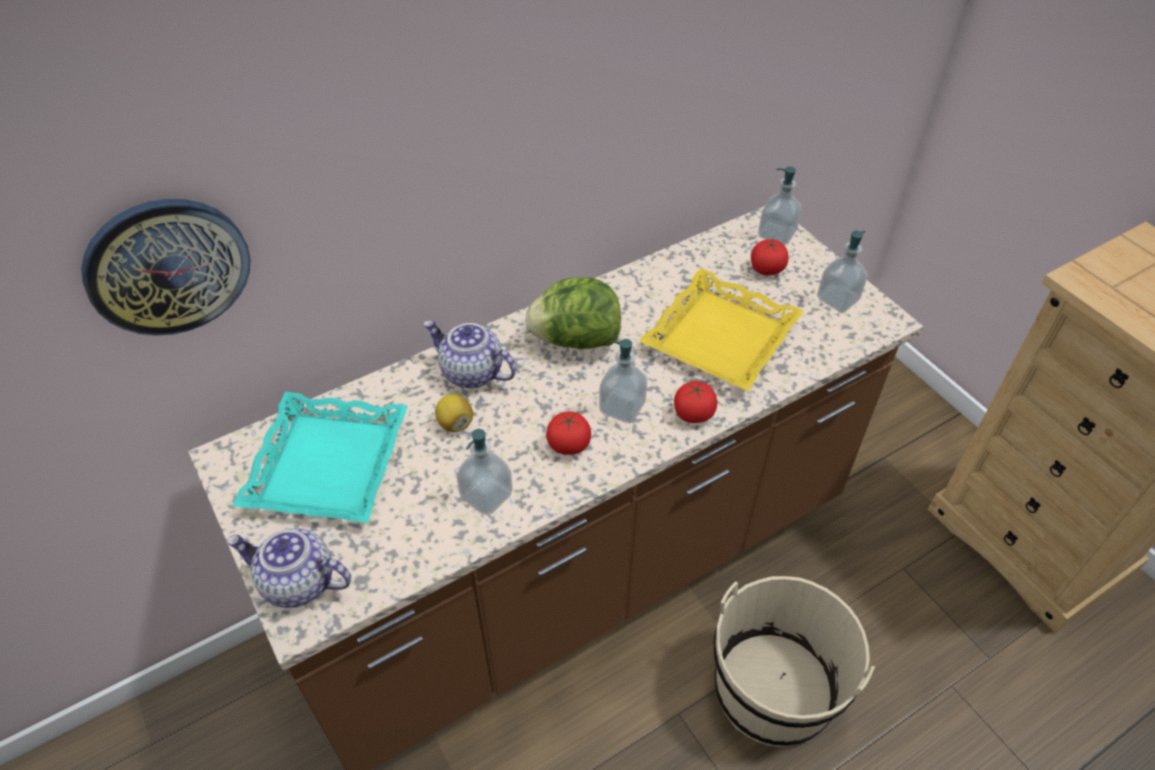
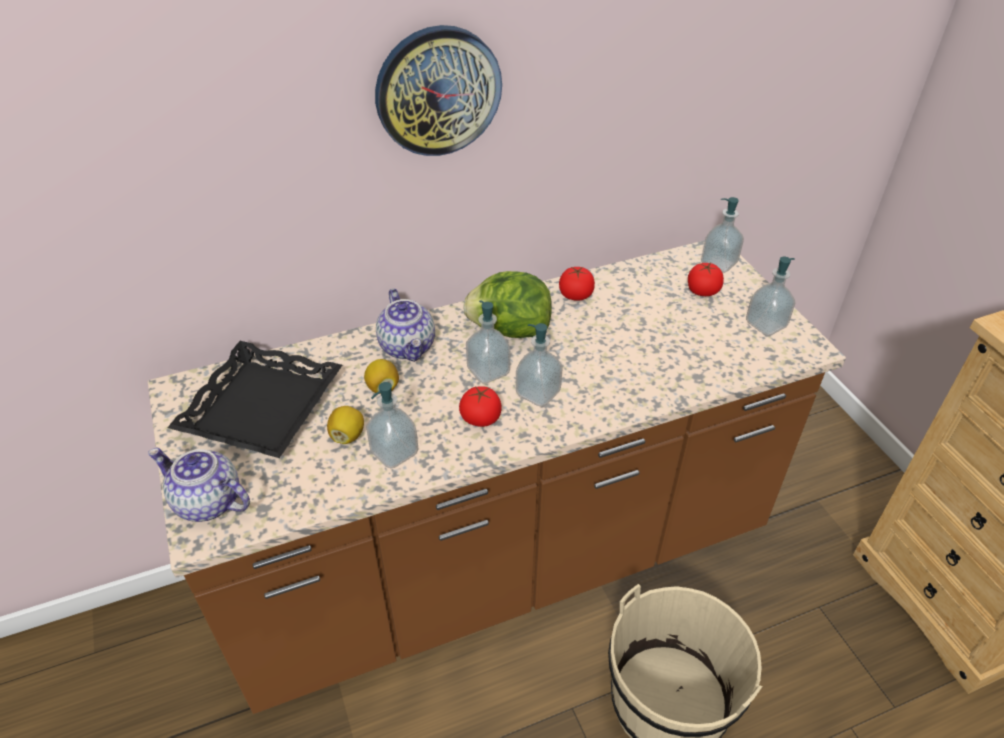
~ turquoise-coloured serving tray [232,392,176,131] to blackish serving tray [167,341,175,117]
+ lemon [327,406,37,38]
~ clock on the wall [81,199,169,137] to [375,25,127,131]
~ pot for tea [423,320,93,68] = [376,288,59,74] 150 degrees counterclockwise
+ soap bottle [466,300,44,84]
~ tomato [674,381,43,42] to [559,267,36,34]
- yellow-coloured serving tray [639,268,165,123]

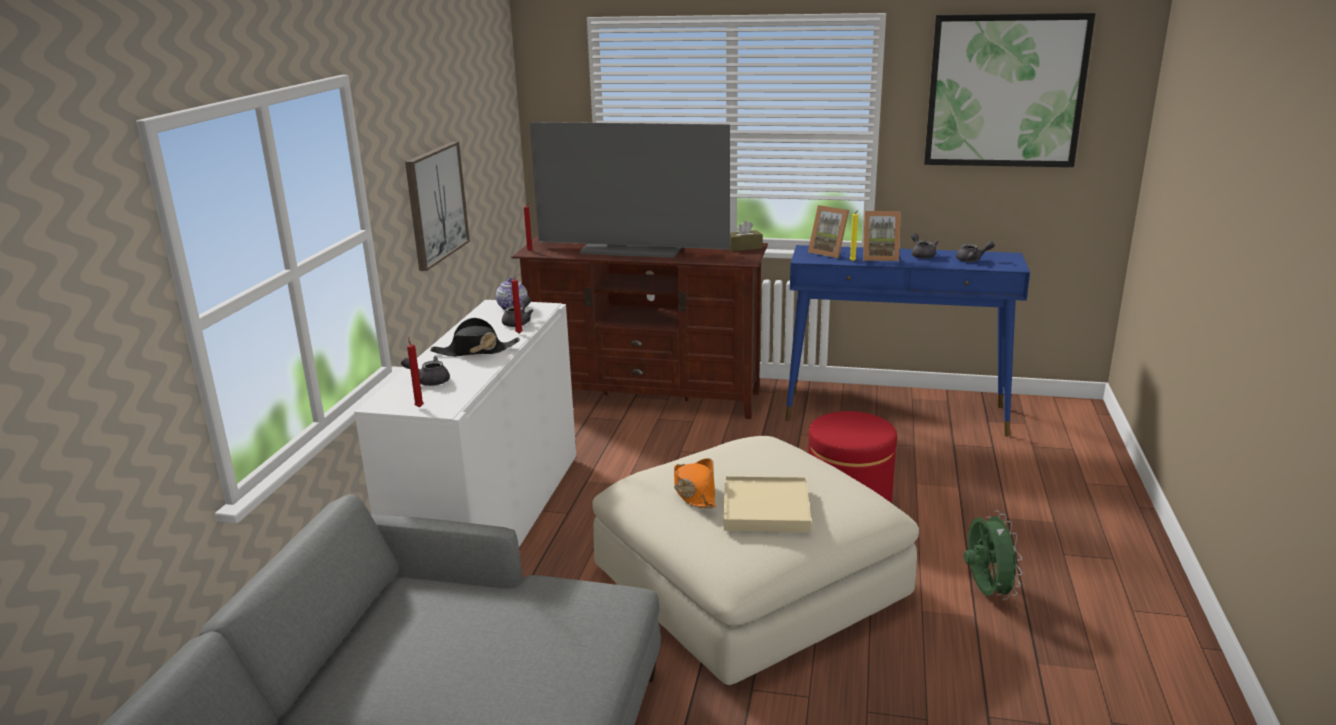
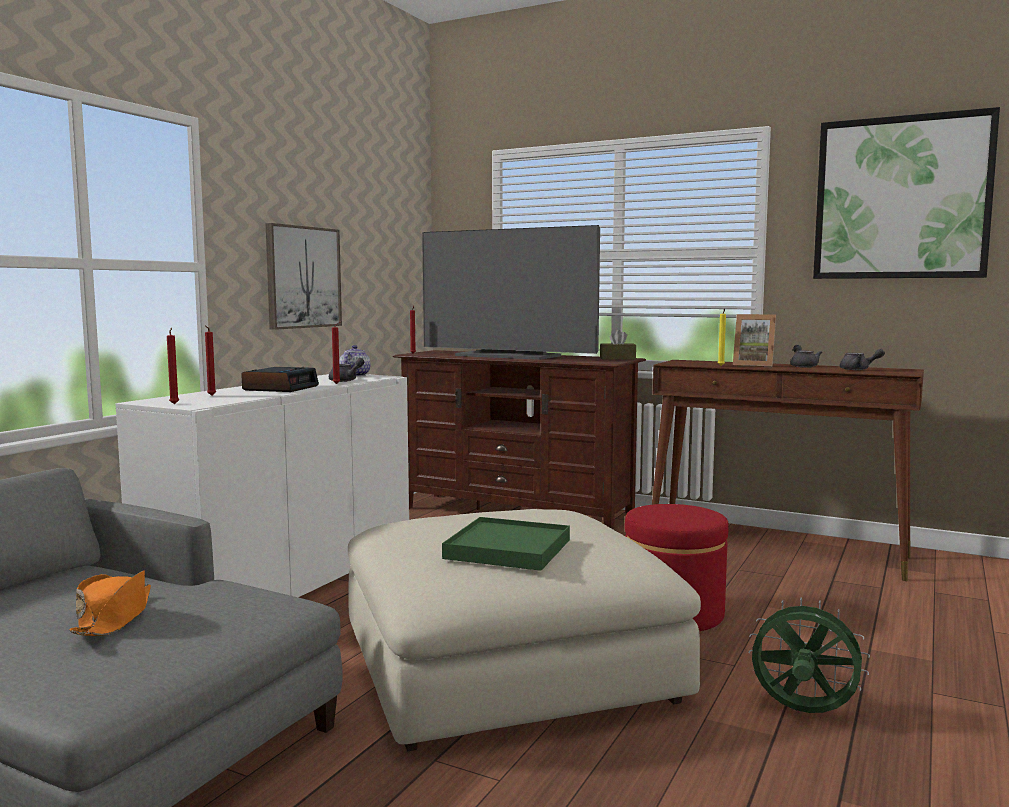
~ orange clothing hat [674,458,42,50] to [70,570,81,66]
~ gray pot for tea [401,356,49,30] to red candle [205,325,11,71]
~ blackish clothing hat [430,318,90,39] to alarm clock [241,367,78,25]
~ beige serving tray [724,476,87,56] to greenish serving tray [442,517,128,54]
~ blue-coloured console table [785,245,245,192] to brown console table [652,360,272,221]
~ greenish fan [964,511,59,89] = [748,597,122,116] 75 degrees counterclockwise
- picture frame [808,205,41,53]

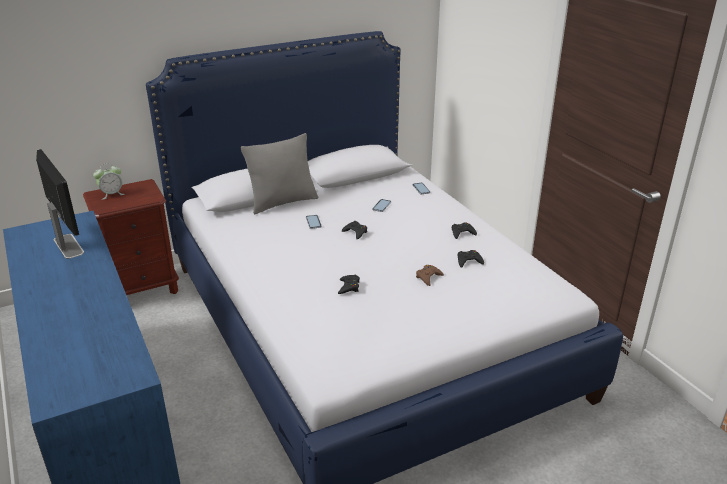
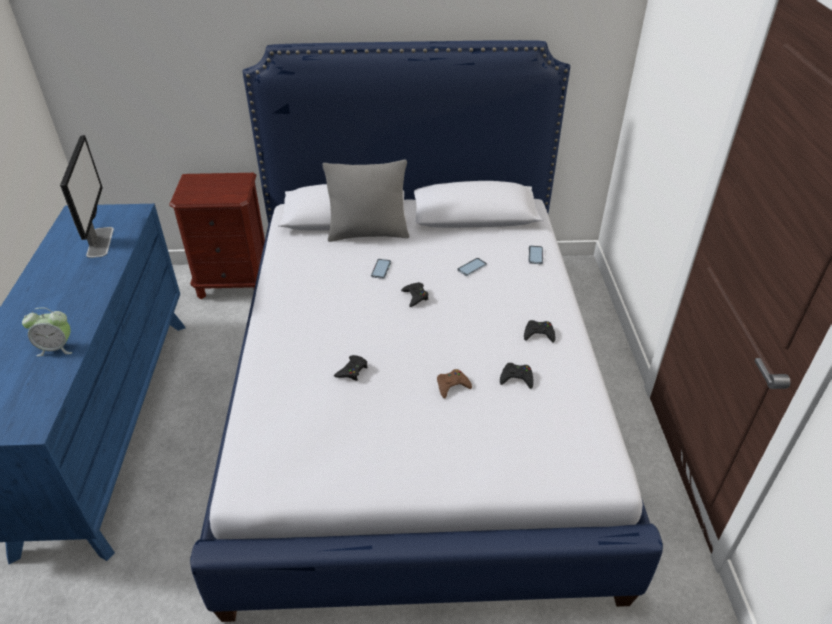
~ alarm clock [93,163,31,37] to [22,307,50,49]

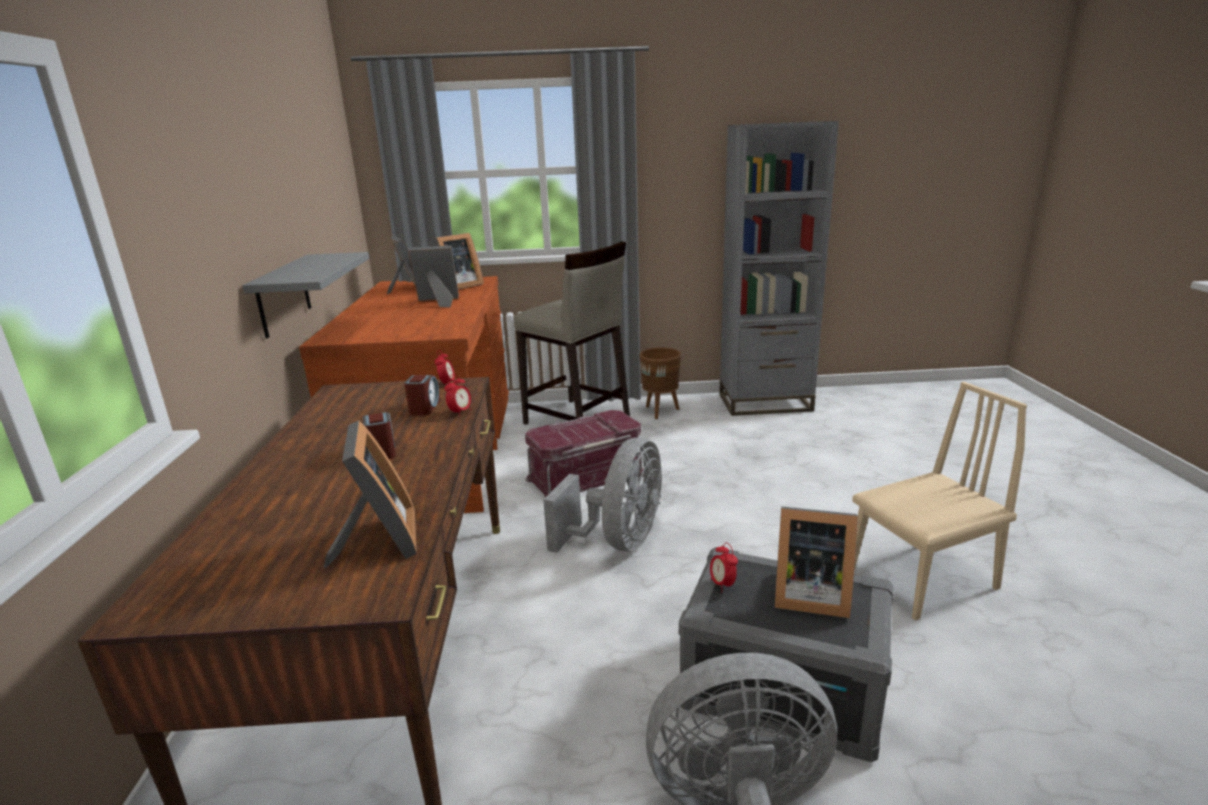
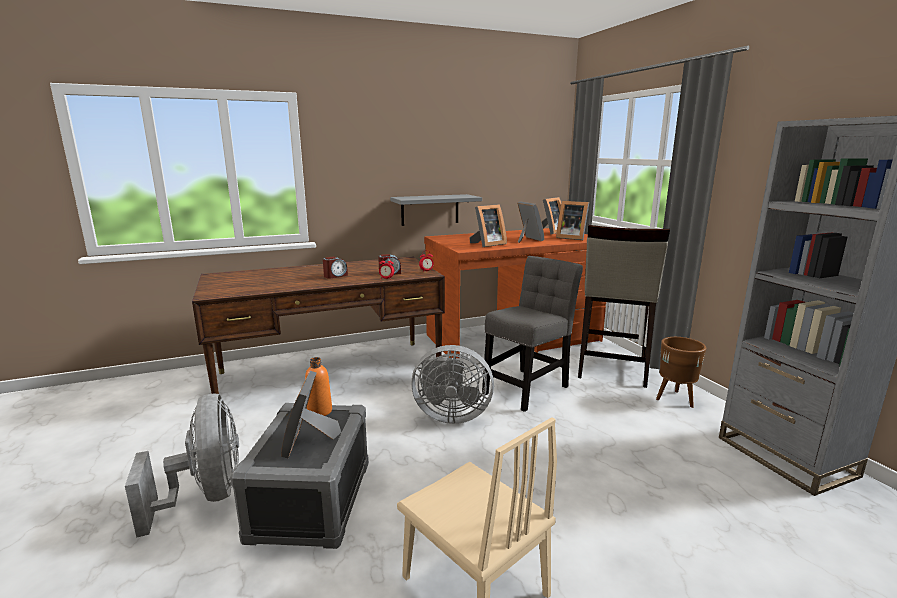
~ alarm clock [710,542,28,50] to orange bottle [305,357,27,59]
~ picture frame [324,420,93,148] to [469,204,38,43]
~ red storage box [525,410,119,88] to gray chair [482,256,101,156]

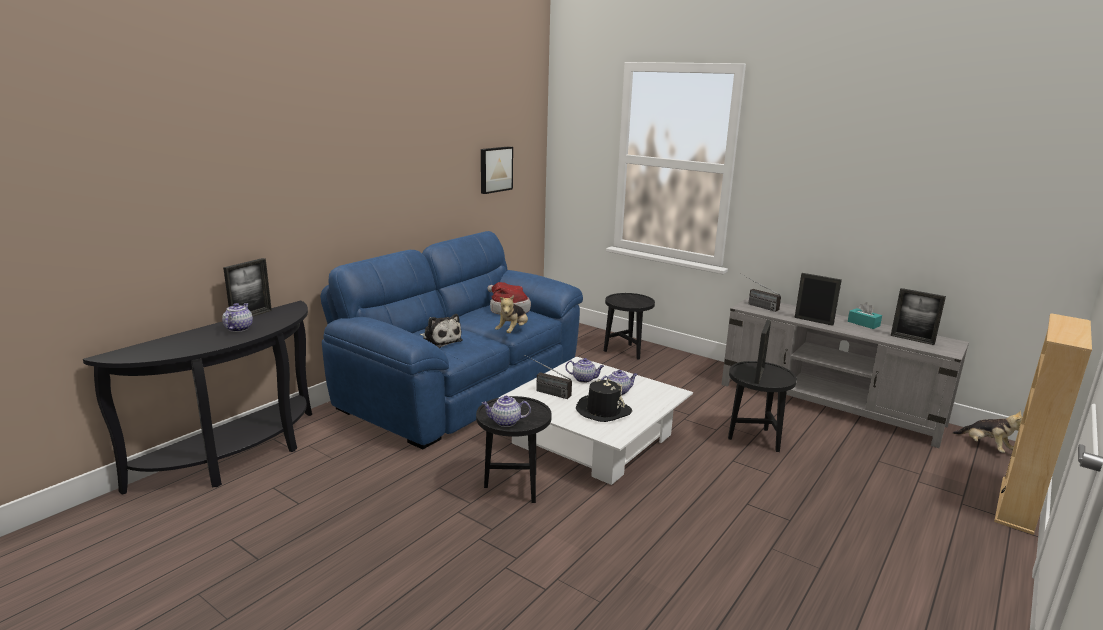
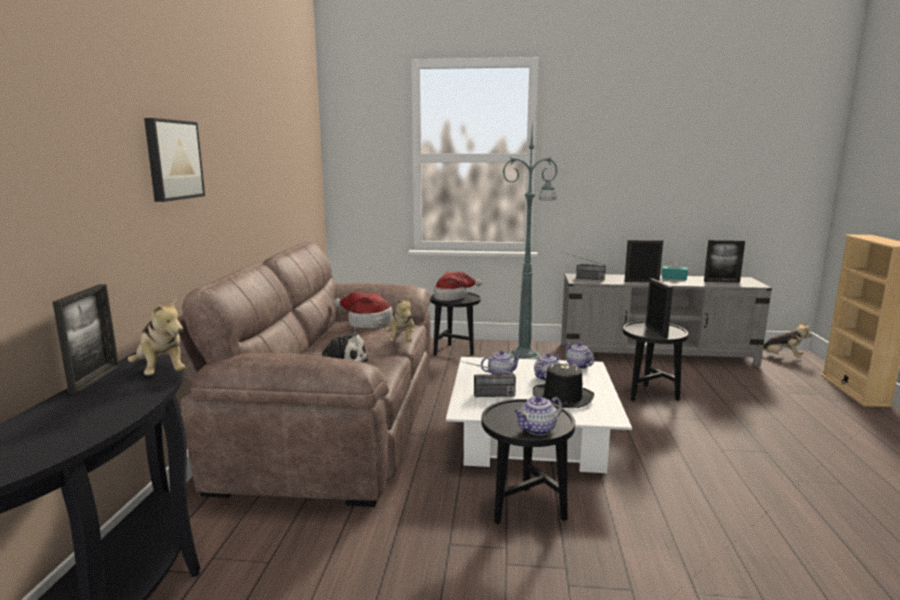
+ cuddly toy [128,297,57,78]
~ picture [481,146,32,48] to [144,118,61,84]
~ blue-coloured couch [320,231,263,219] to brown couch [178,241,253,266]
+ clothing hat [434,271,48,30]
+ greenish floor lamp [503,125,55,234]
~ pot for tea [222,303,31,29] to [566,343,28,26]

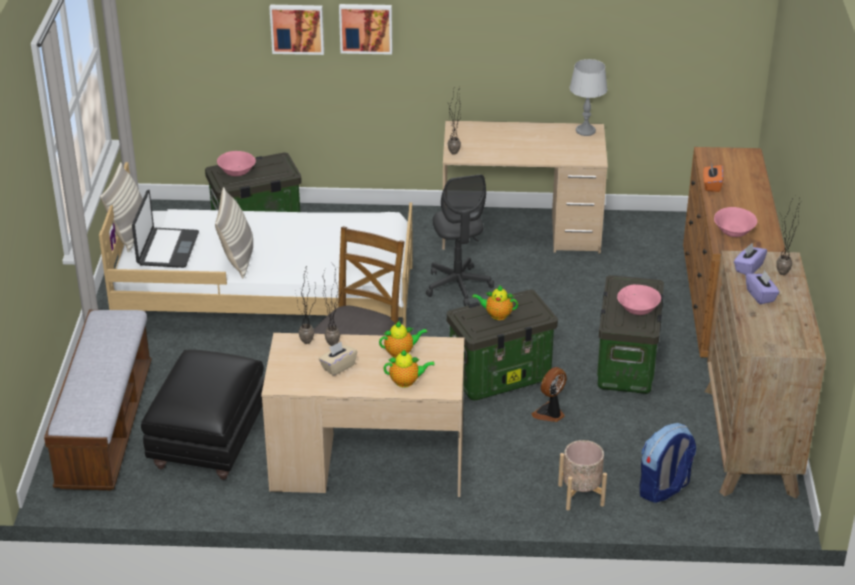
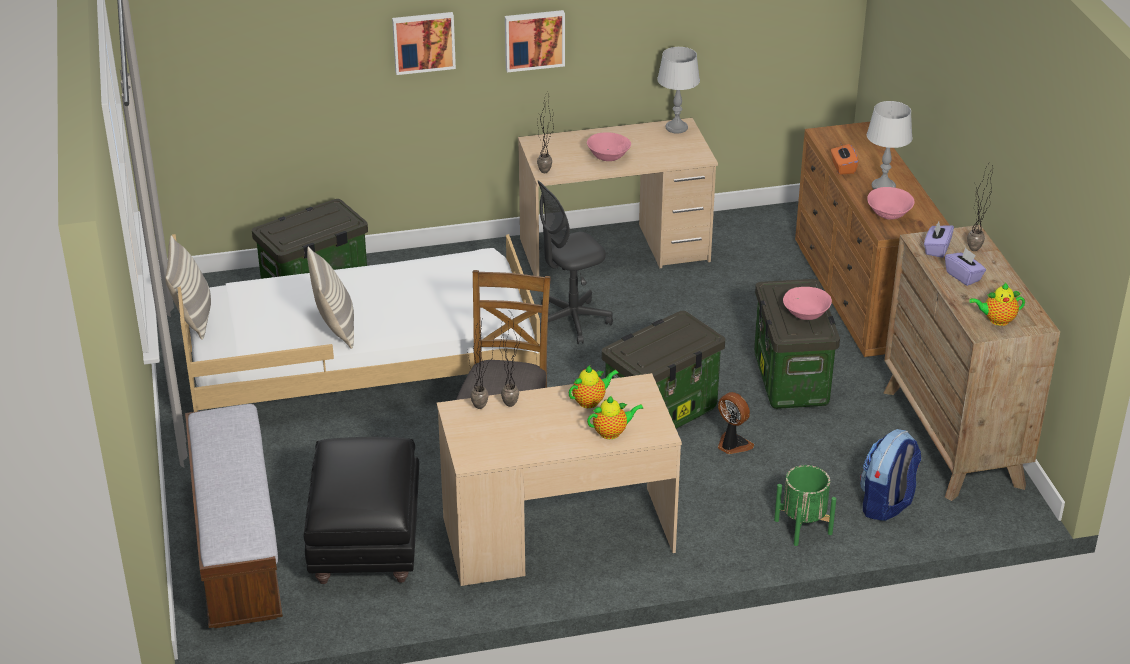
~ picture [269,5,55,50] to [505,10,60,62]
~ gray office chair [426,175,68,131] = [538,180,75,164] 90 degrees clockwise
~ pink-coloured bowl [217,151,39,25] to [587,132,44,29]
~ fan [532,367,35,55] = [717,392,37,62] 105 degrees clockwise
~ beige planter [558,440,49,70] to greenish planter [774,465,62,81]
+ gray table lamp [867,101,46,88]
~ pot for tea [472,285,46,35] to [969,283,56,43]
- portable computer [132,190,67,78]
- beige tissue holder [319,342,38,34]

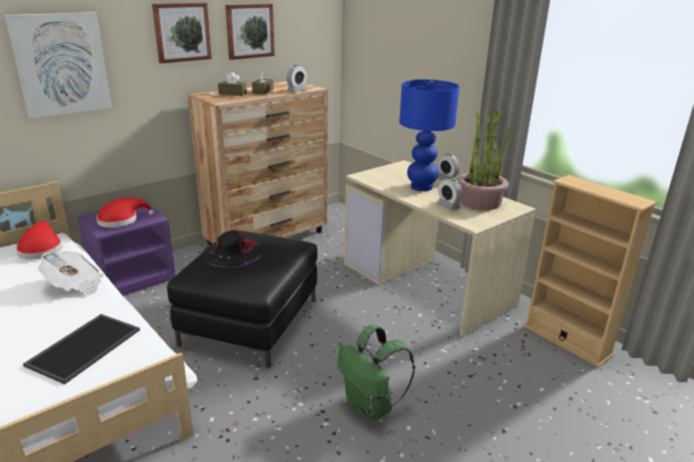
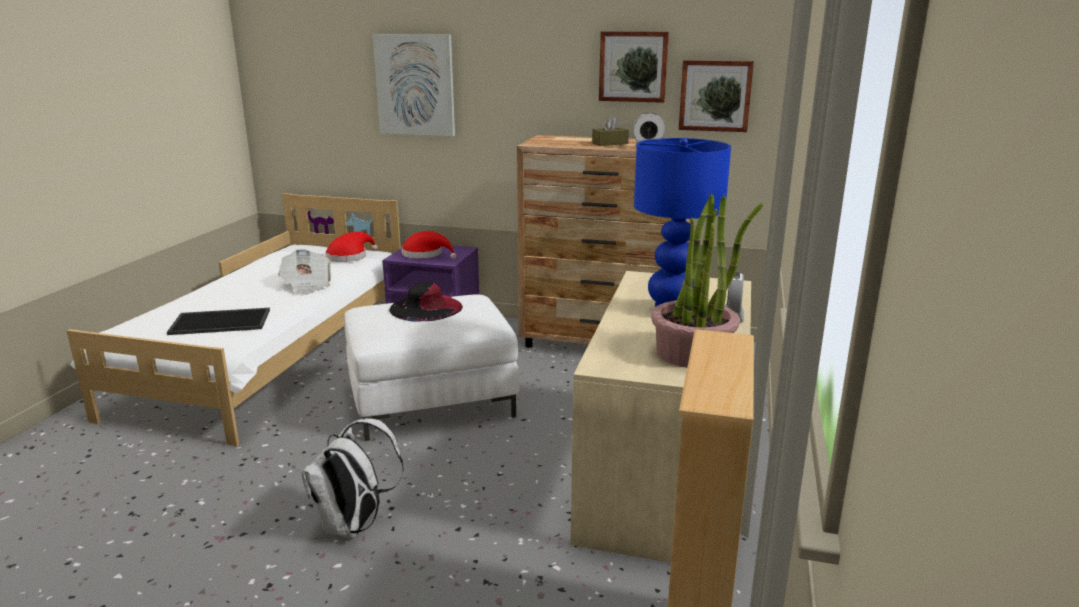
~ greenish backpack [338,324,77,97] to white-coloured backpack [301,418,103,120]
~ blackish footrest [167,230,151,138] to white-coloured footrest [344,294,176,147]
~ picture [152,3,60,60] to [679,60,75,72]
- brown tissue holder [218,72,29,24]
- alarm clock [437,178,25,33]

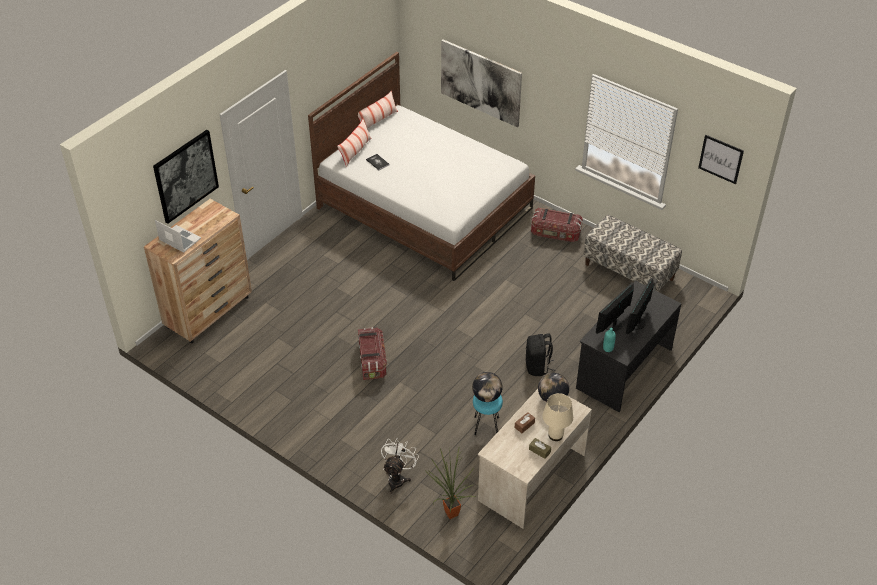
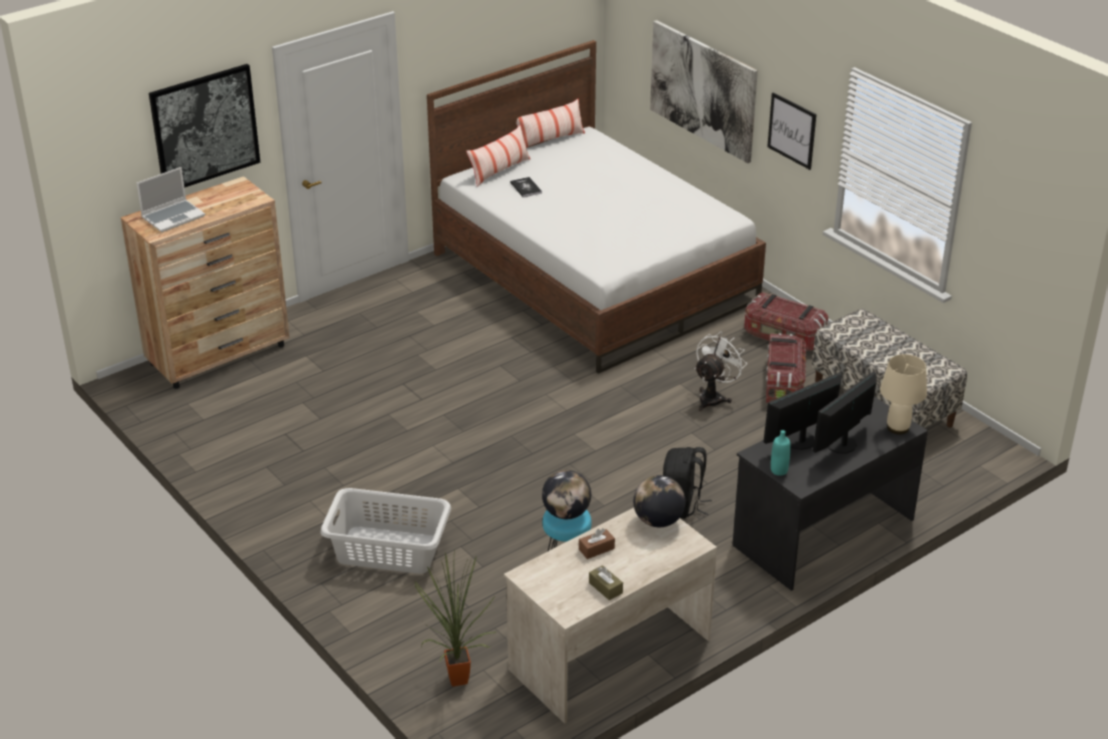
~ portable computer [155,220,46,33] = [136,167,69,65] 90 degrees clockwise
+ gray hamper [321,488,130,86]
~ white-coloured fan [381,438,38,56] to [694,331,53,80]
~ storage box [358,327,29,53] to [766,333,40,70]
~ picture [698,135,46,49] to [767,92,49,78]
~ beige table lamp [543,393,30,48] to [880,354,47,81]

